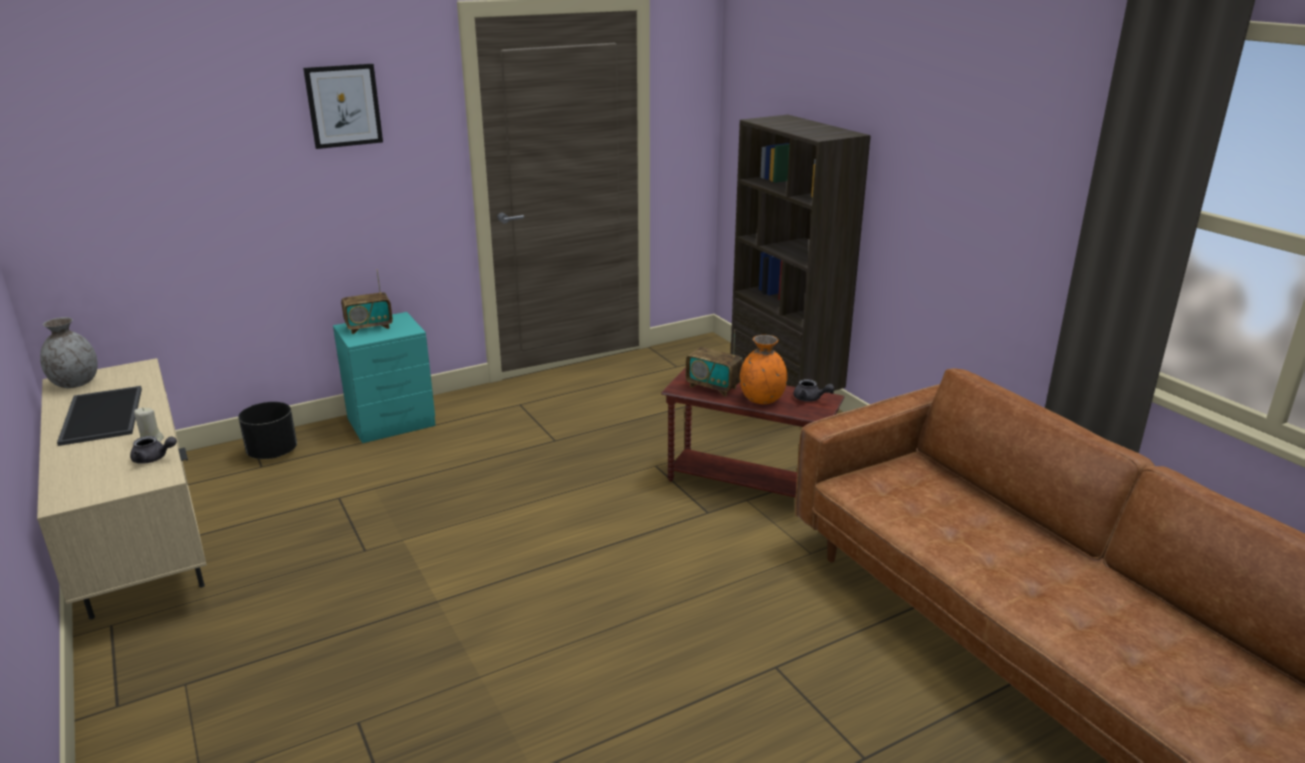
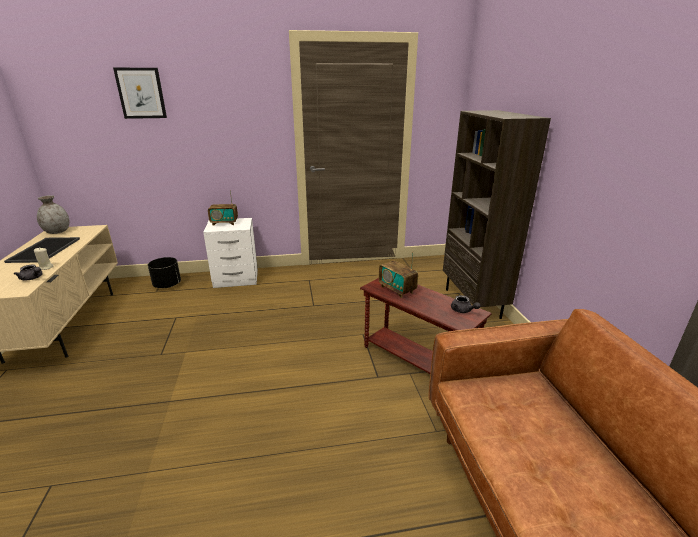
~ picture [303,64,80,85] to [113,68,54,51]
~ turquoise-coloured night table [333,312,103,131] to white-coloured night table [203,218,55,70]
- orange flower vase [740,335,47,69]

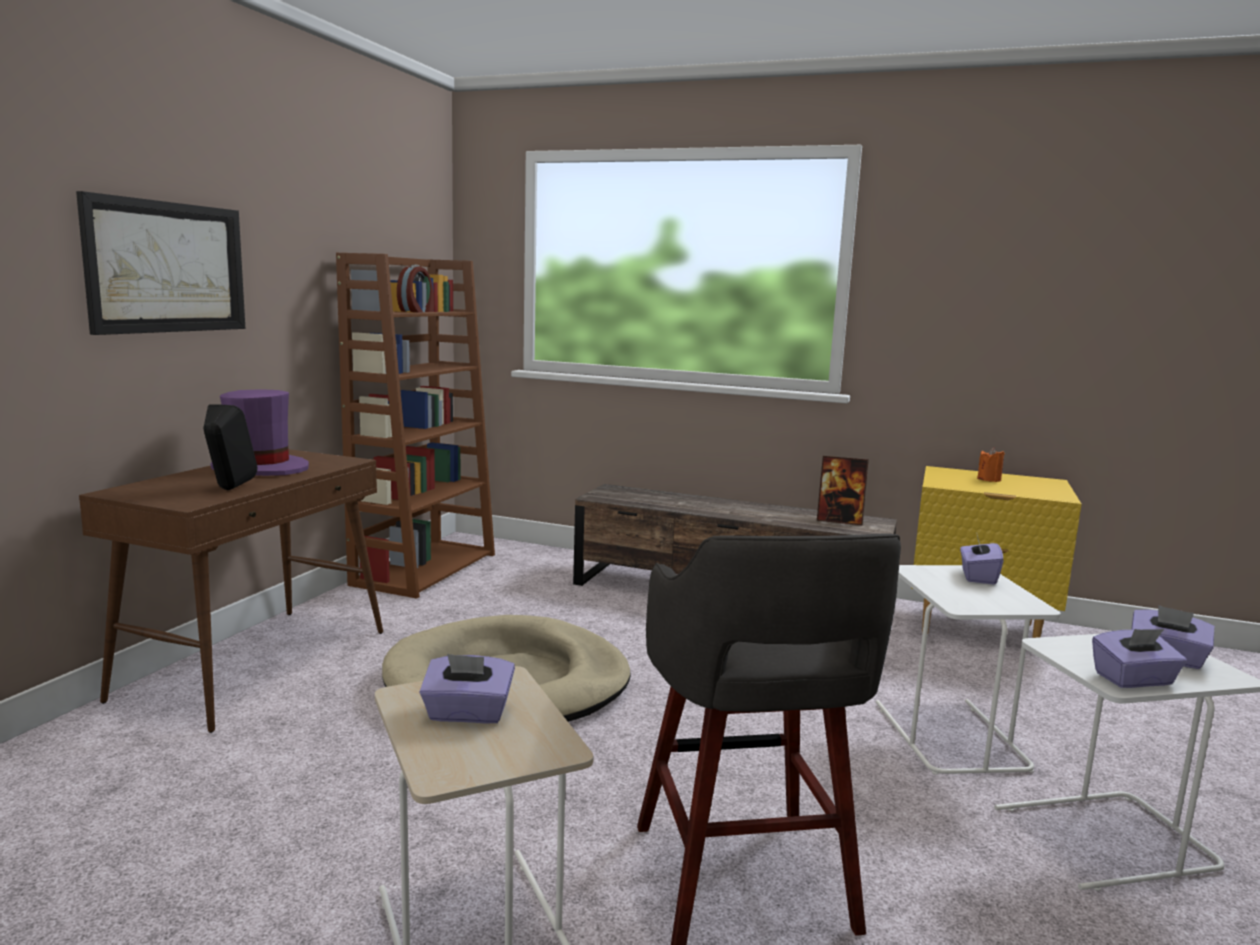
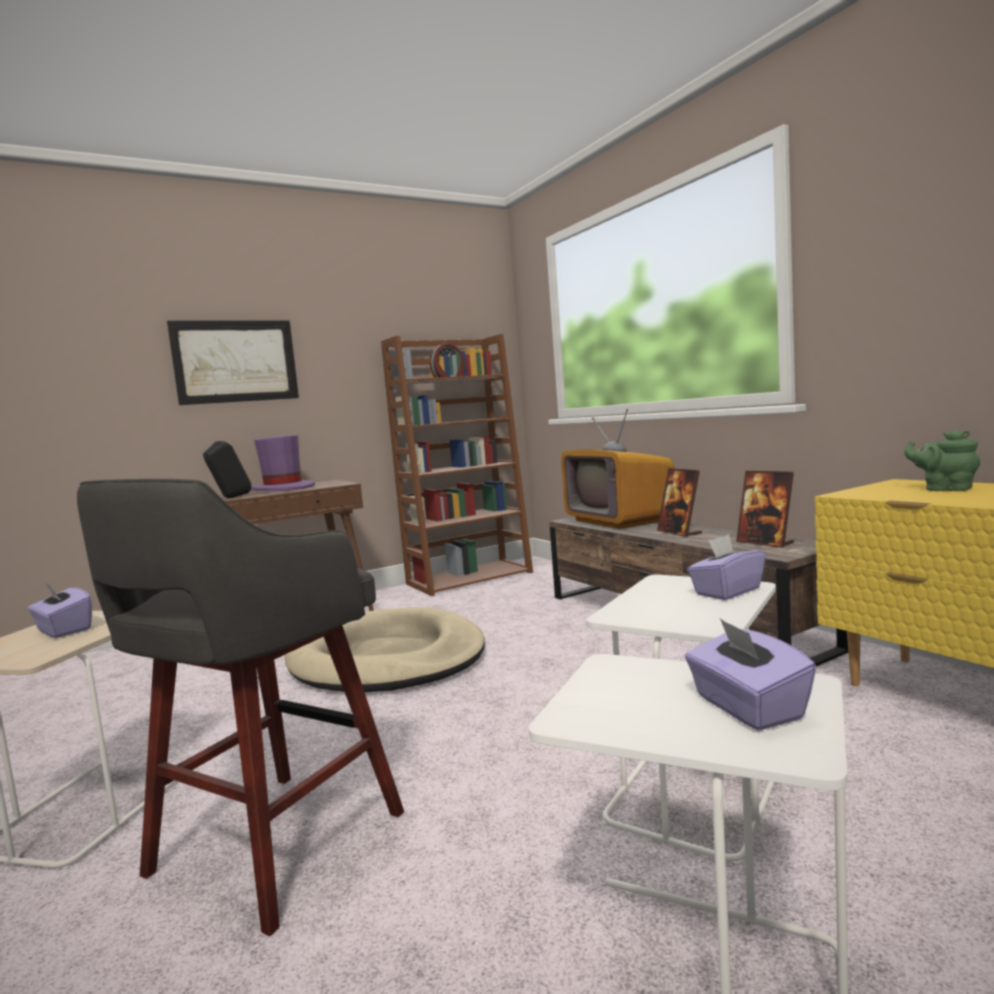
+ TV set [561,409,113,120]
+ picture frame [657,468,45,69]
~ orange candle [977,447,28,35] to greenish pot for tea [904,430,76,61]
- purple-coloured tissue holder [1092,629,95,59]

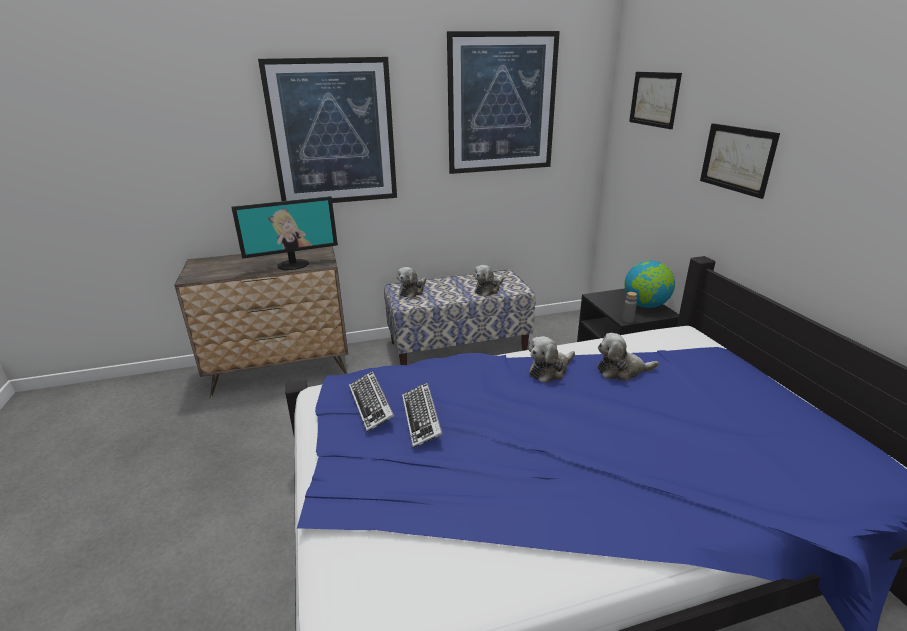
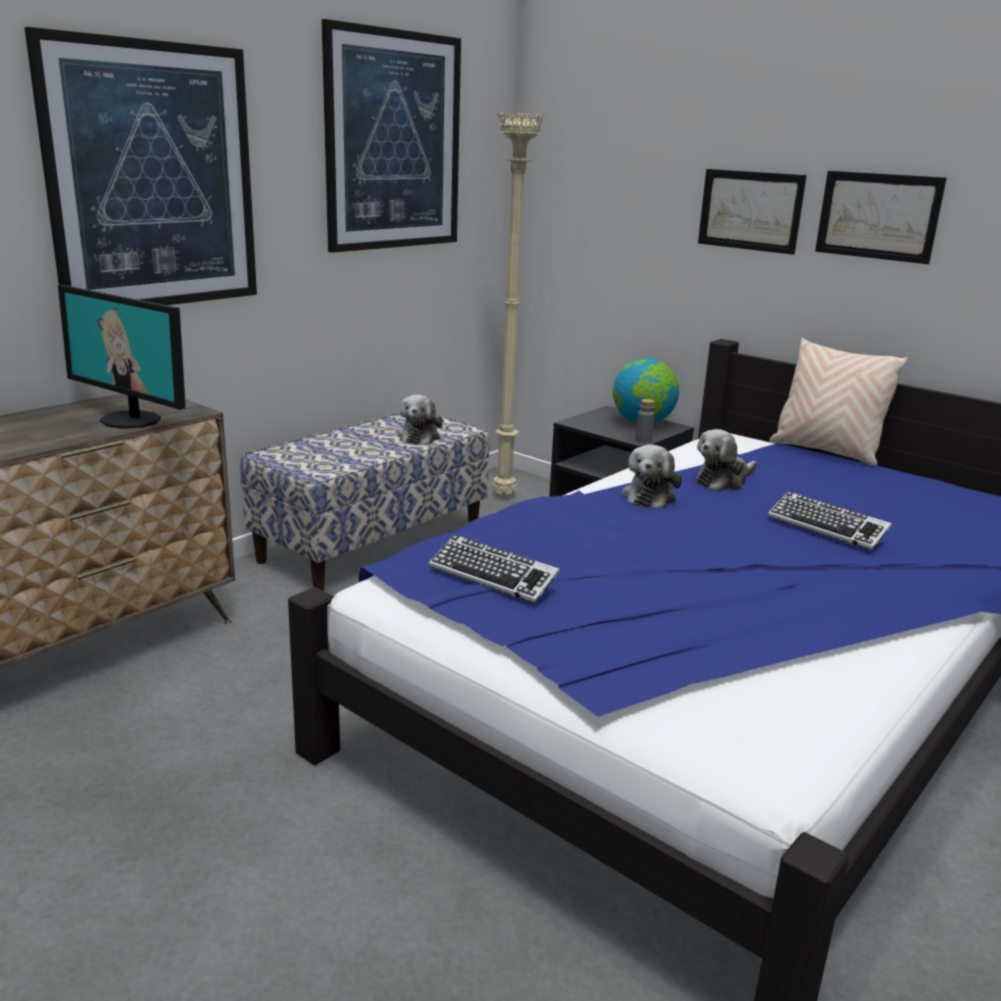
~ monitor [231,196,107,74] = [58,285,127,144] 90 degrees clockwise
+ beige floor lamp [492,112,53,384]
~ keyboard [402,383,40,65] to [768,492,124,58]
+ beige cushion [769,338,139,128]
~ picture [629,72,53,57] to [815,171,132,93]
- cuddly toy [397,267,29,31]

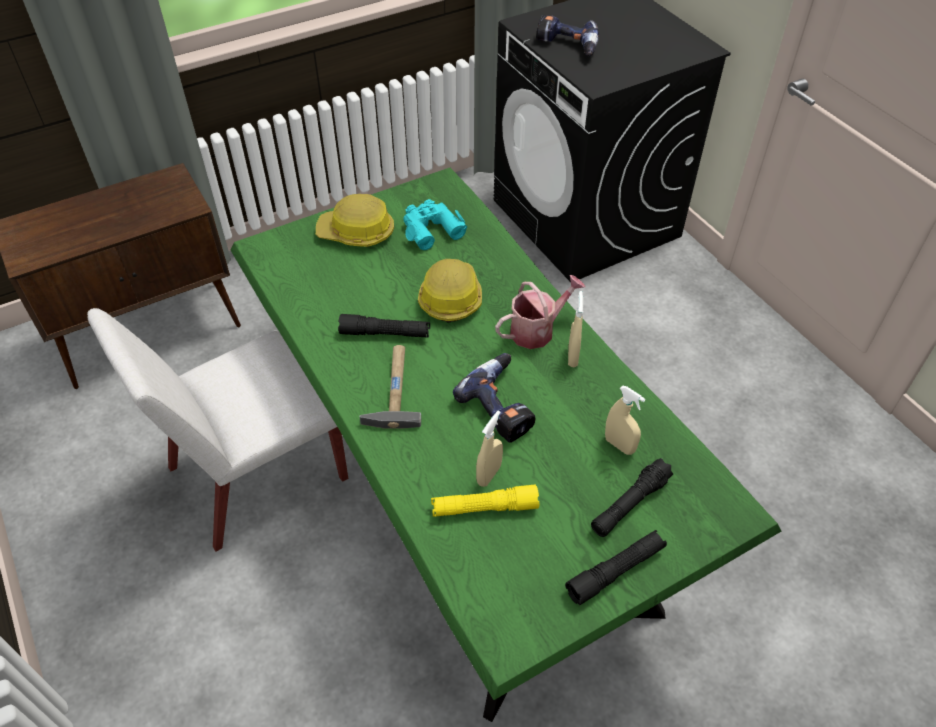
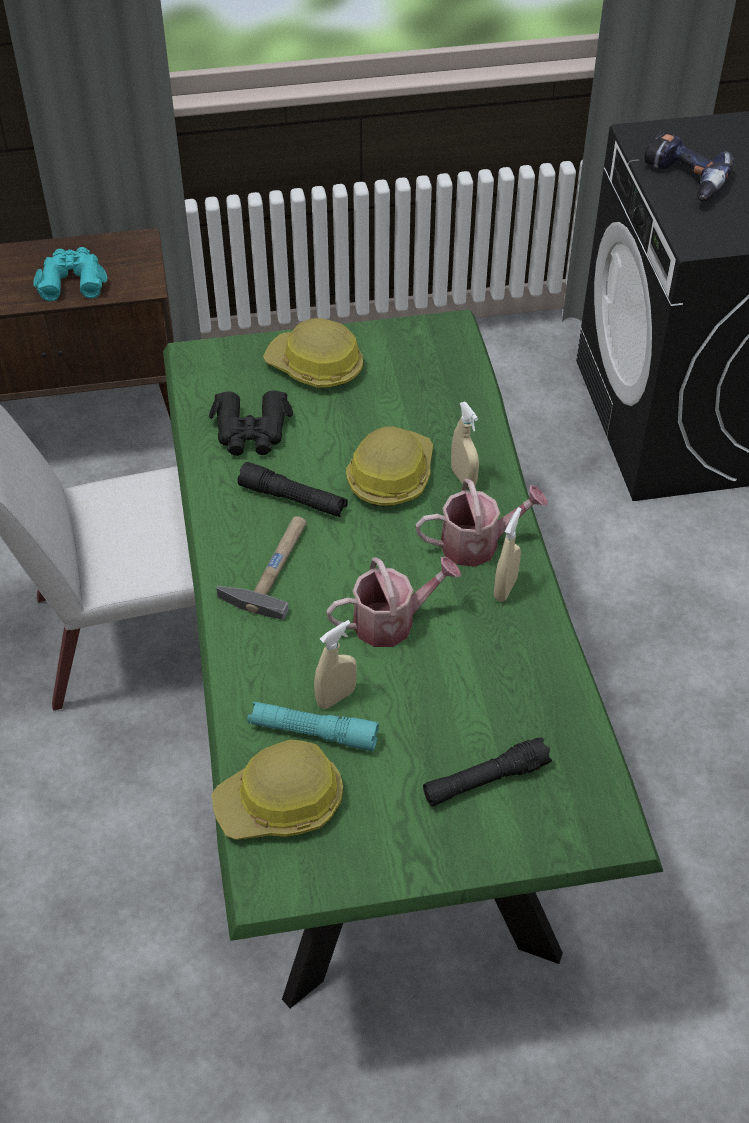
~ turquoise-coloured binoculars [403,199,64,51] to [33,247,74,54]
+ blackish binoculars [209,390,84,66]
+ work helmet [211,740,132,100]
~ yellow-coloured torch [431,485,108,32] to turquoise-coloured torch [247,702,132,49]
~ power drill [453,353,82,90] to sprinkling can [326,557,135,90]
~ beige hand sprayer [605,386,40,69] to [451,402,28,86]
- blackish torch [565,530,102,75]

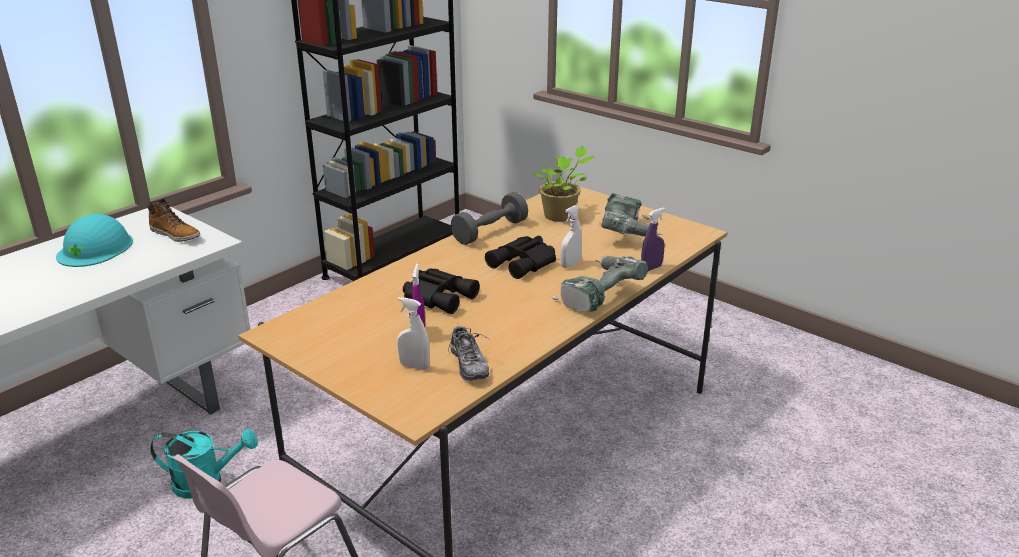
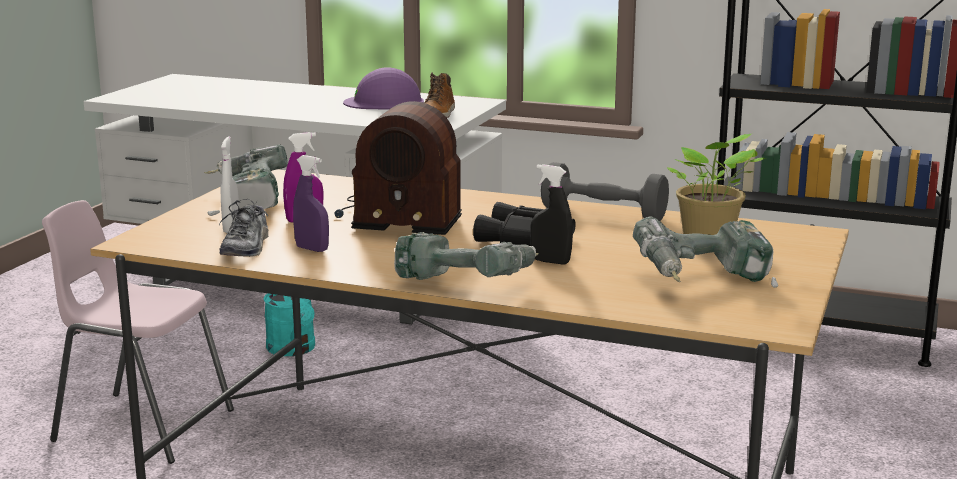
+ power drill [204,145,84,71]
~ low shoe [448,322,41,59] = [219,199,49,58] 45 degrees counterclockwise
~ purple-coloured hand sprayer [641,208,24,63] to [293,155,36,97]
~ blackish binoculars [403,269,77,45] to radio receiver [335,101,127,134]
~ turquoise-coloured work helmet [56,214,77,53] to purple-coloured work helmet [343,68,81,41]
~ white-coloured hand sprayer [561,205,21,63] to blackish hand sprayer [530,164,43,100]

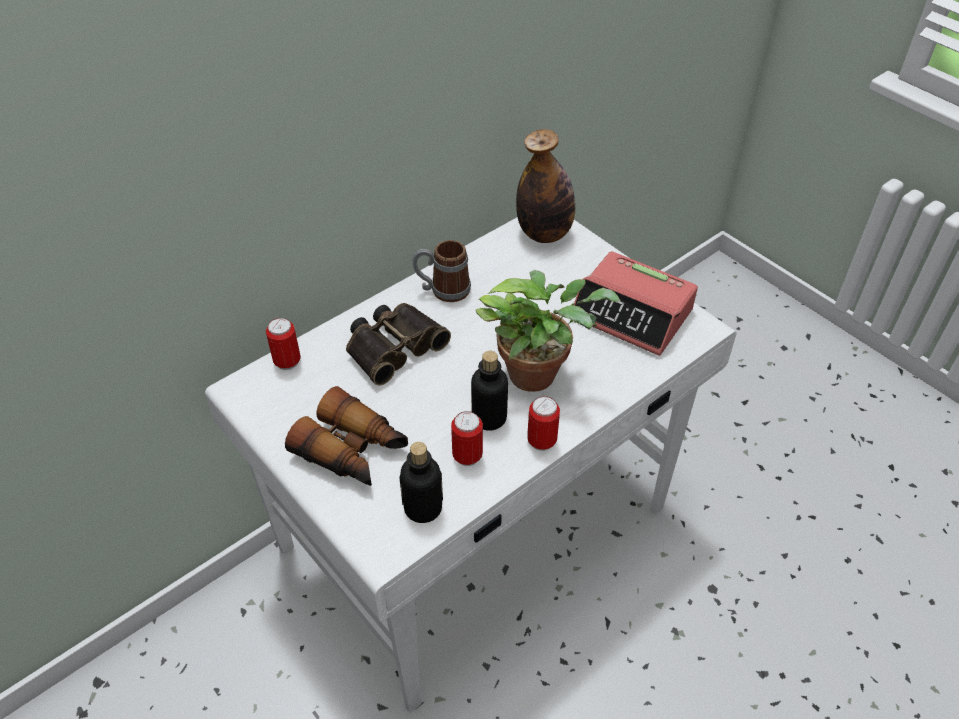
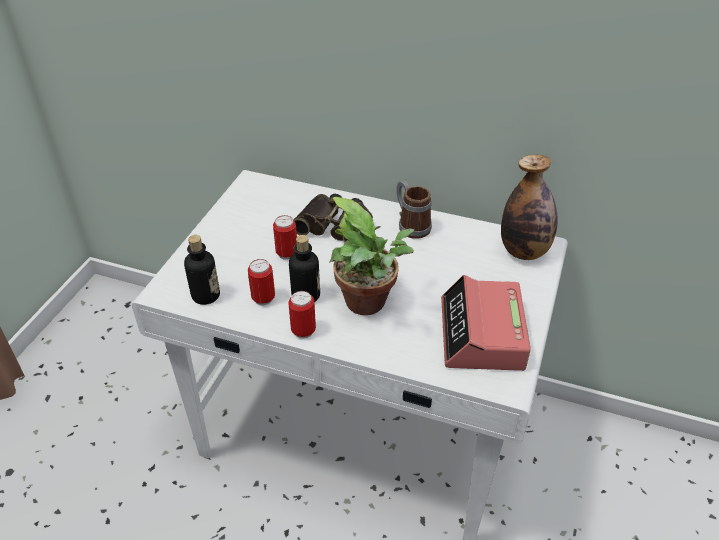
~ sealed can [266,318,35,52] to [273,215,24,45]
- binoculars [285,386,123,100]

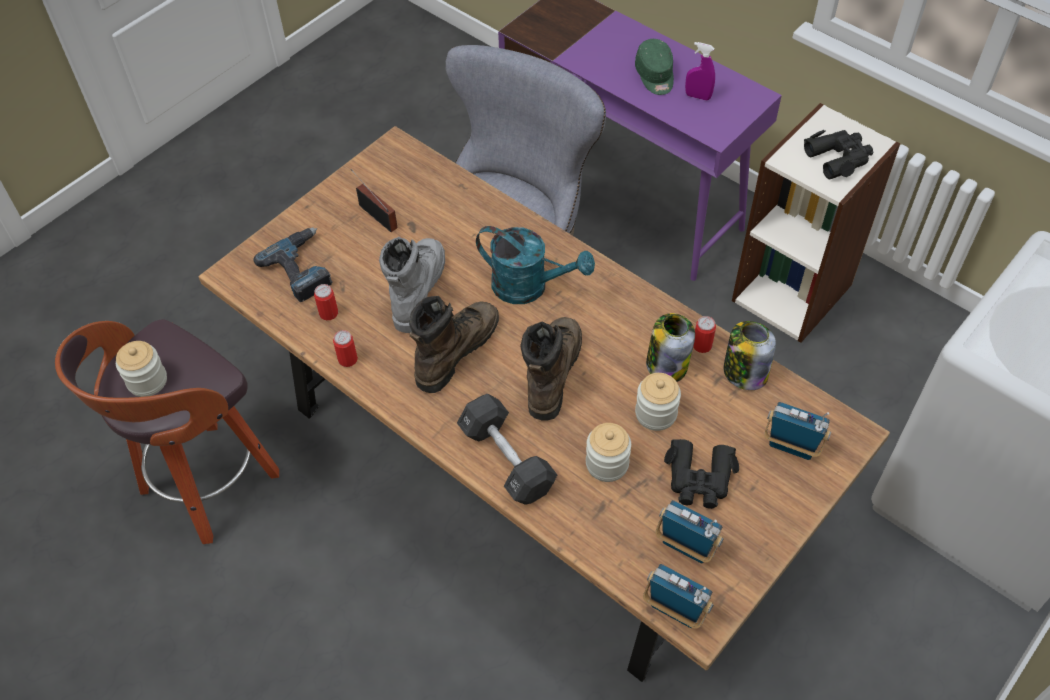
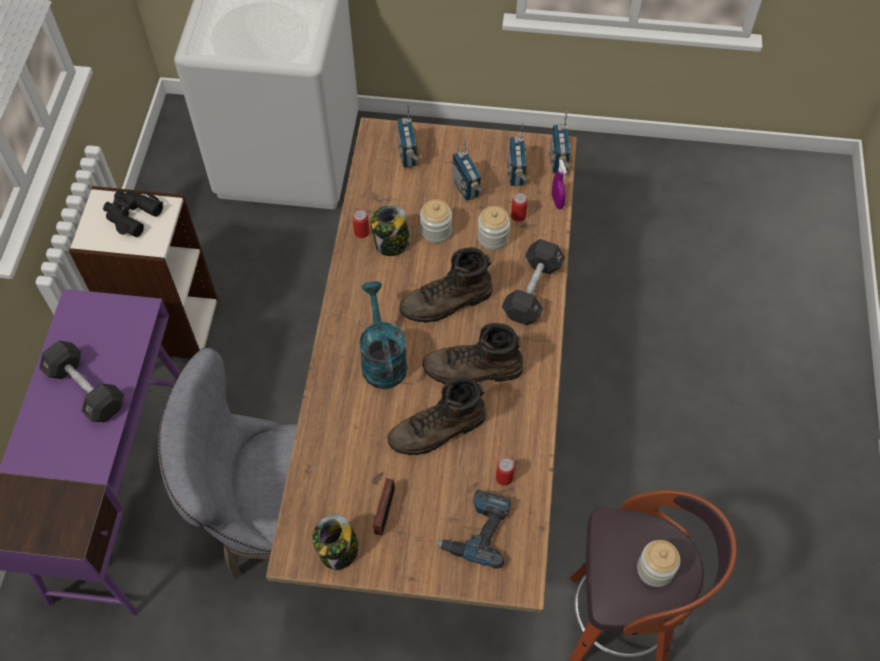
~ greenish peaked cap [635,39,39,56] to blackish hand weight [39,341,85,81]
~ storage jar [724,321,52,69] to [312,514,47,56]
~ gray boot [379,237,66,96] to brown boot [387,376,99,79]
~ blackish binoculars [664,439,75,70] to radio receiver [453,137,32,64]
~ sealed can [333,330,25,37] to [511,193,17,29]
~ purple-coloured hand sprayer [685,42,30,59] to [552,160,15,49]

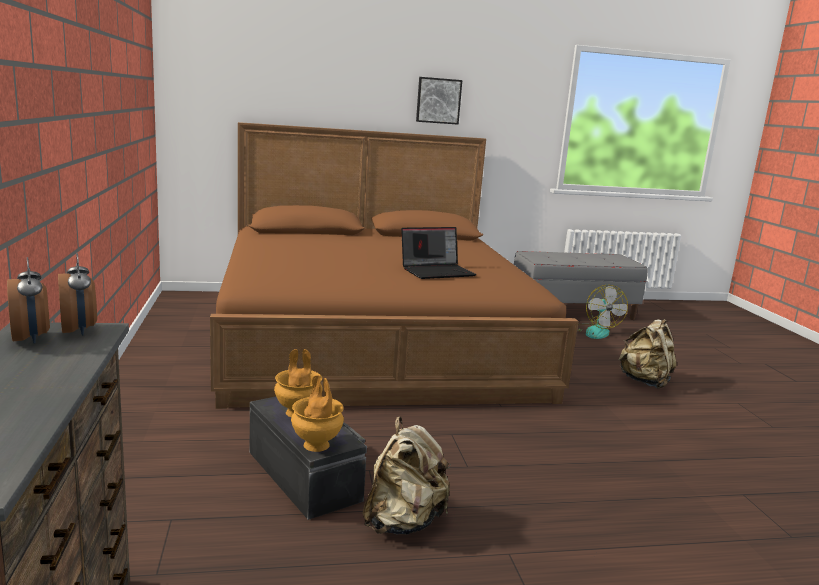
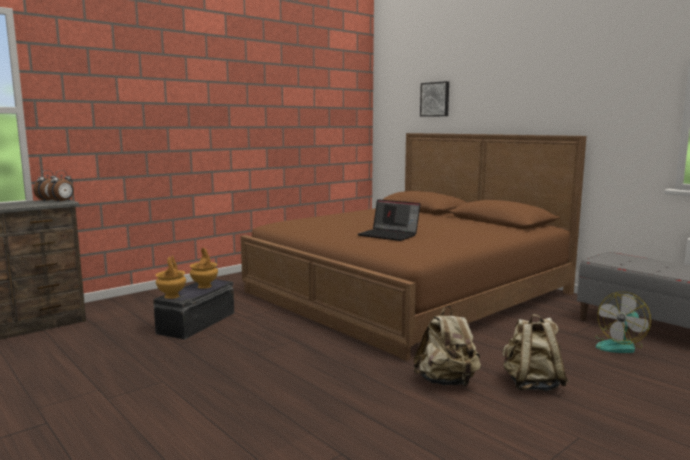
~ beige backpack [362,417,89,118] to [414,306,67,81]
~ picture [416,77,46,48] to [420,81,29,36]

